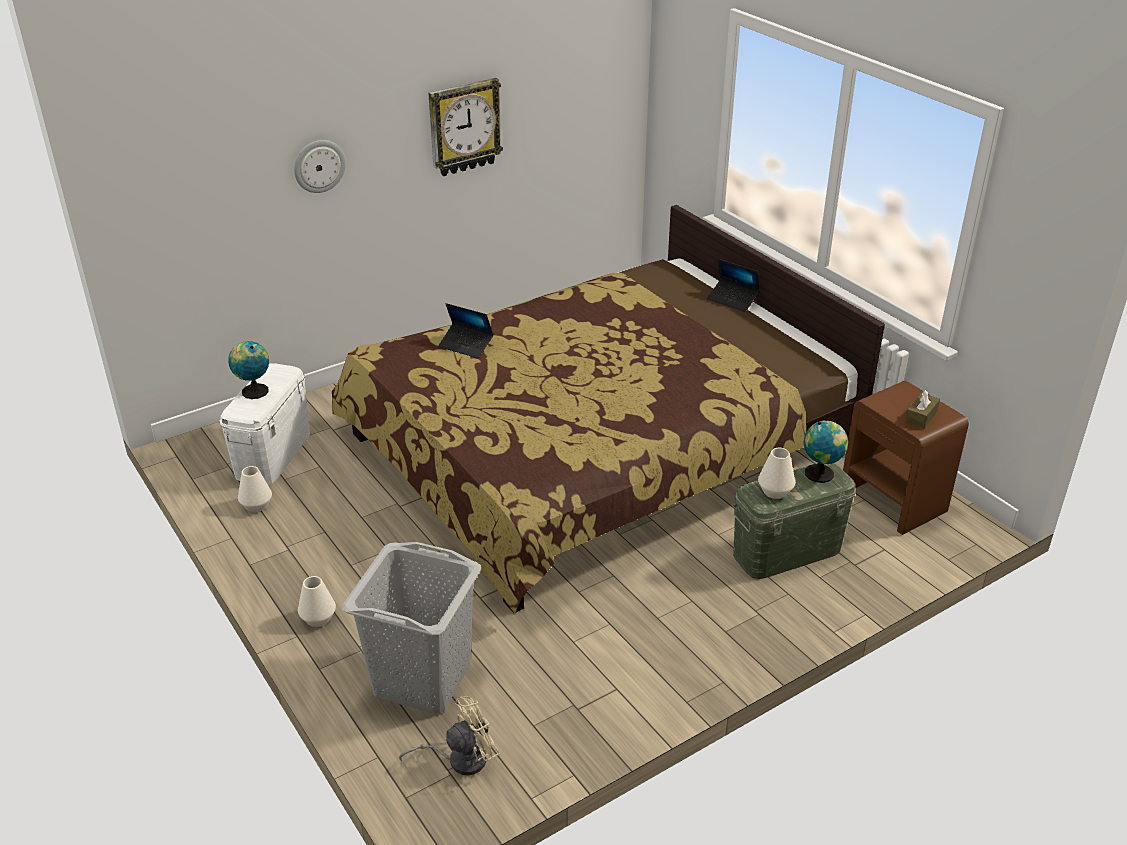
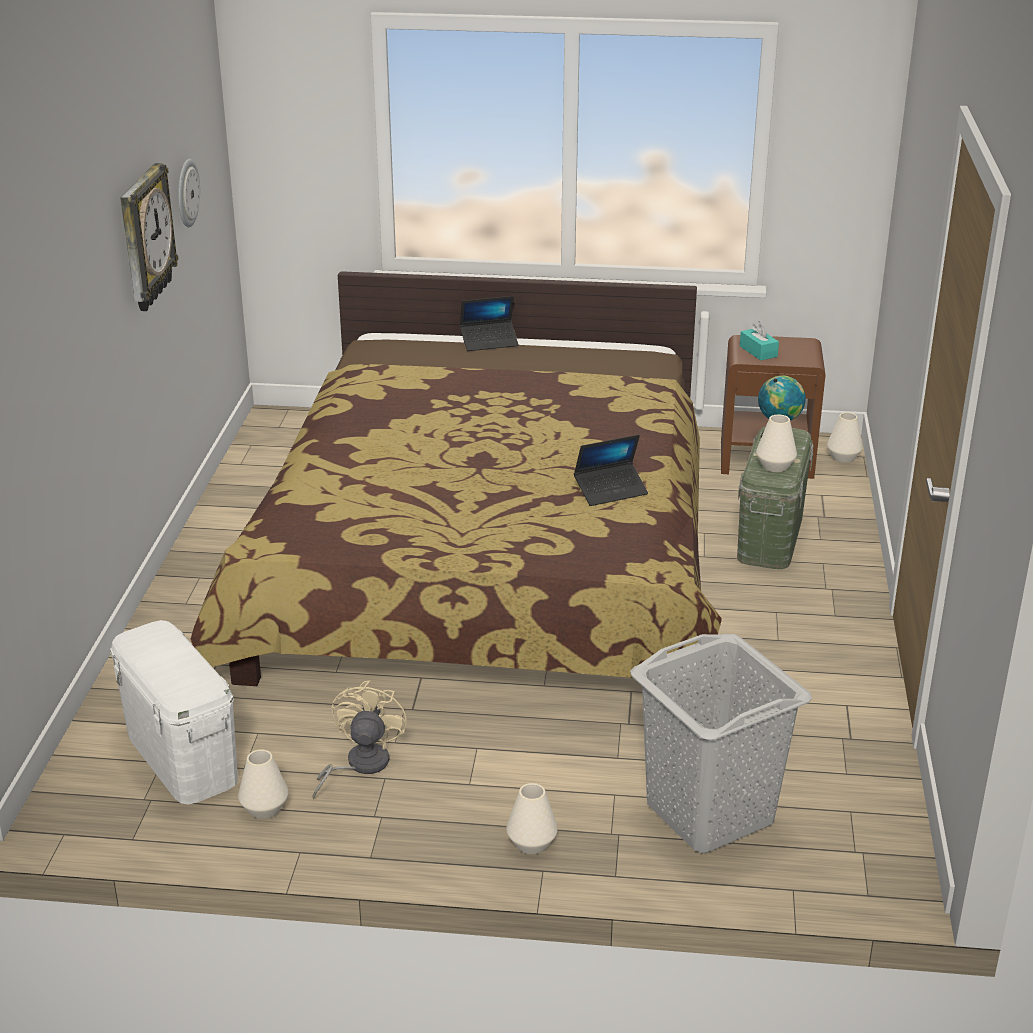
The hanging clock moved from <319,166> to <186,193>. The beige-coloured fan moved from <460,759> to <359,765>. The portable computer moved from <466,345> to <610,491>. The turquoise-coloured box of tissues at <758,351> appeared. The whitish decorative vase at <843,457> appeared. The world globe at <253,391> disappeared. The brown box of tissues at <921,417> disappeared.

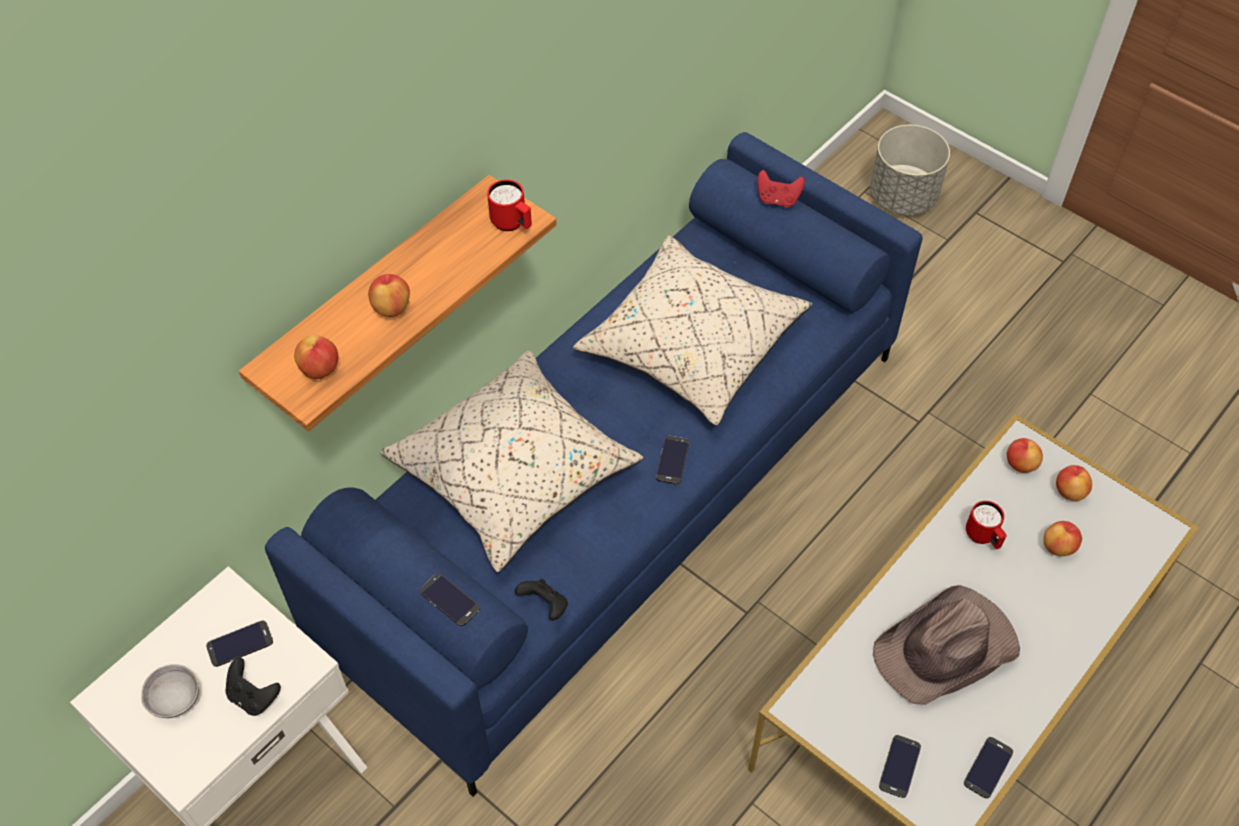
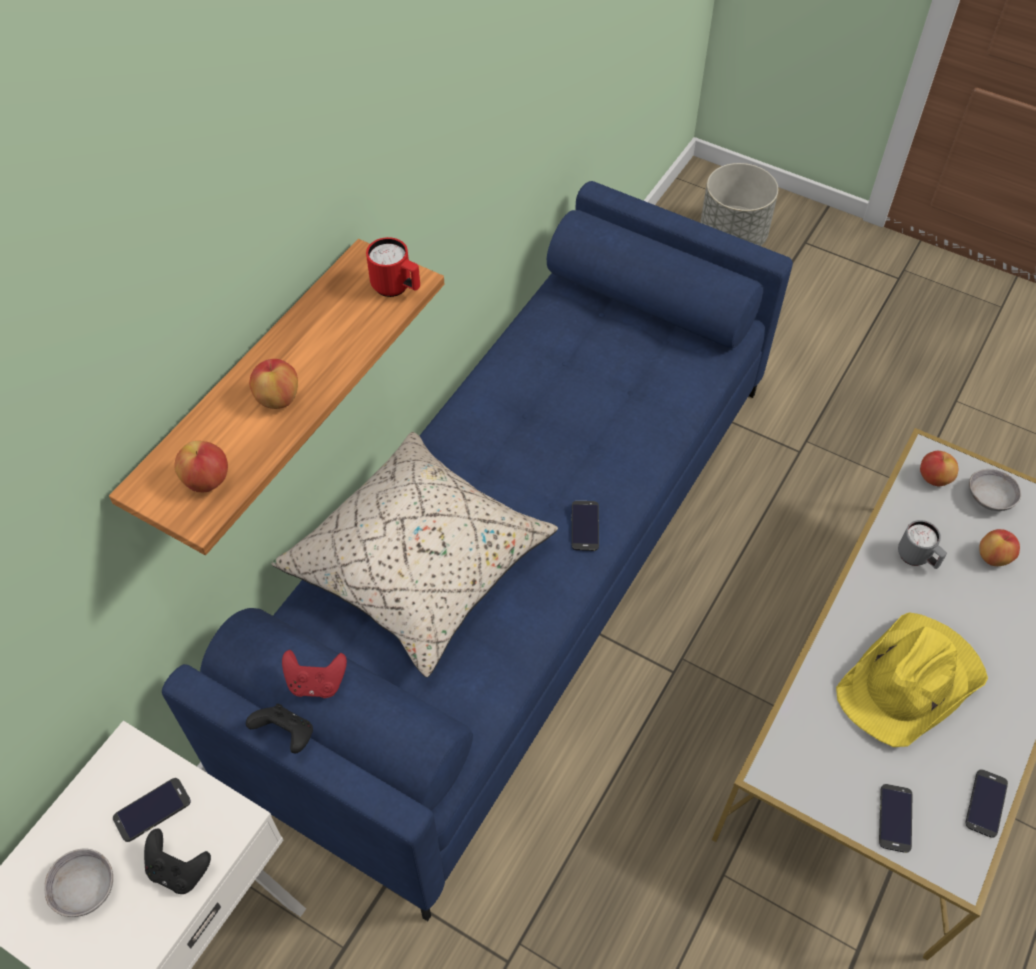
The black-coloured game controller moved from <545,606> to <286,735>. The red game controller moved from <778,199> to <316,683>. The brown clothing hat at <947,649> became the yellowish clothing hat at <911,682>. The red mug at <983,537> became the gray mug at <917,558>. The apple at <1069,491> was replaced by the gray serving bowl at <989,498>. The telephone at <450,600> disappeared. The beige-coloured pillow at <691,345> disappeared.

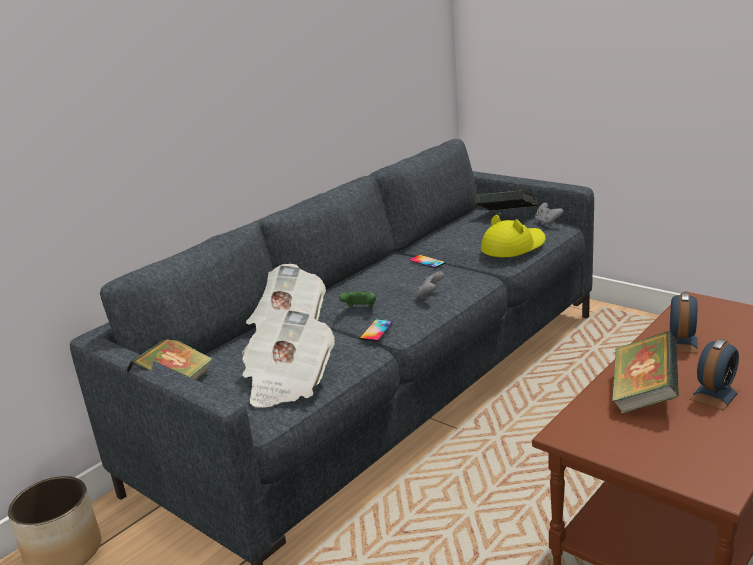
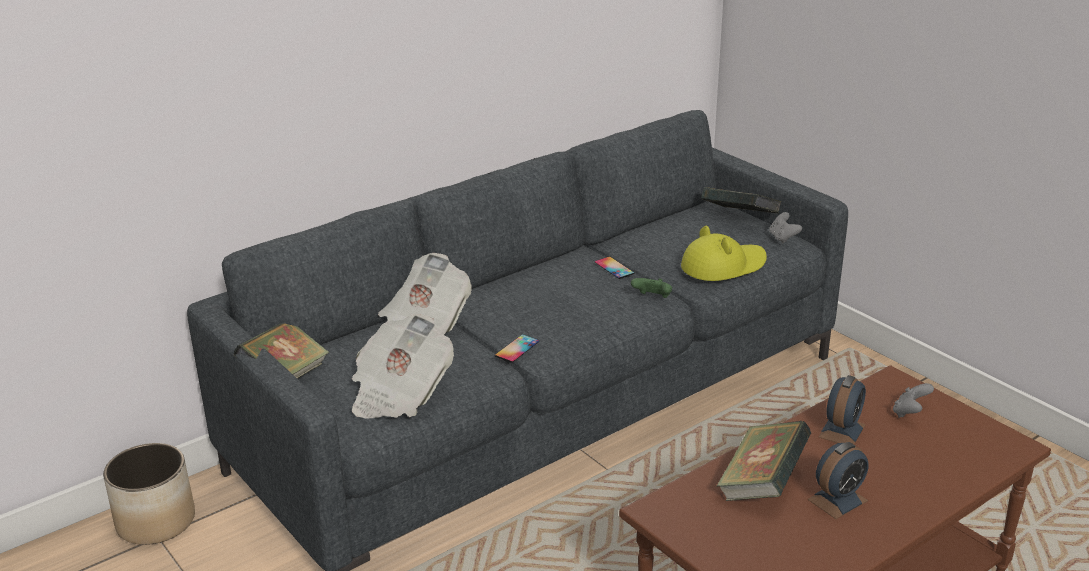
The green-coloured game controller moved from <360,309> to <652,298>. The gray game controller moved from <430,295> to <910,413>.

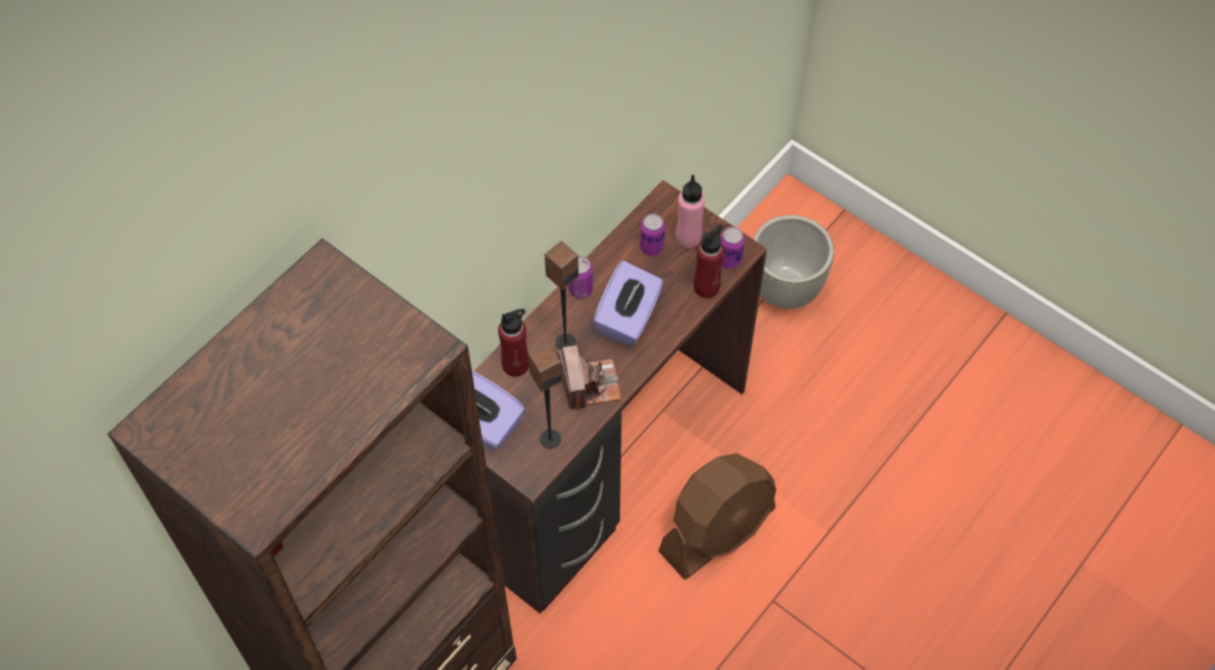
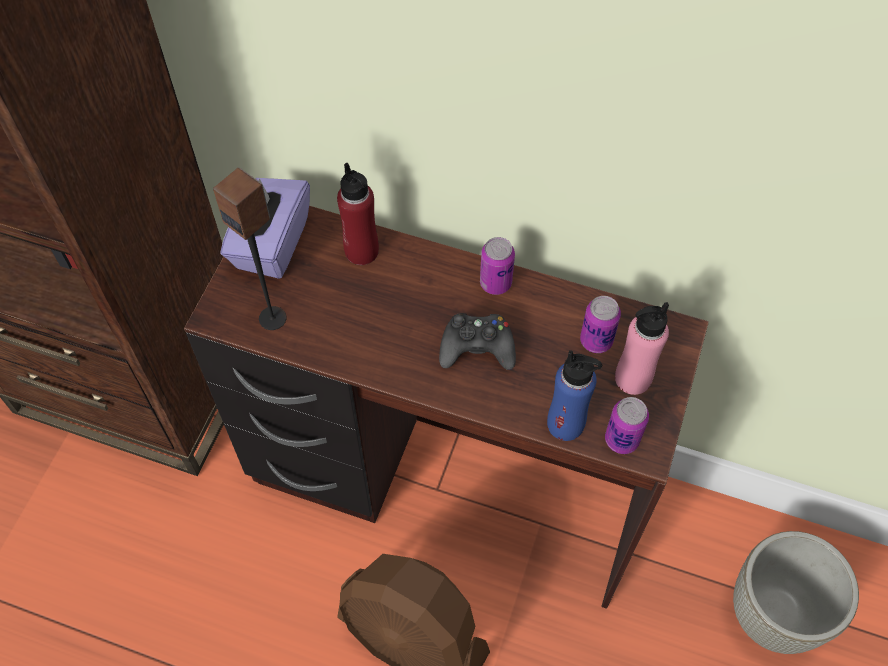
The purple box of tissues at <628,318> was replaced by the black-coloured game controller at <477,347>. The red drink bottle at <706,287> became the bluish drink bottle at <565,424>. The audio speaker at <565,342> disappeared. The photo camera at <589,384> disappeared.

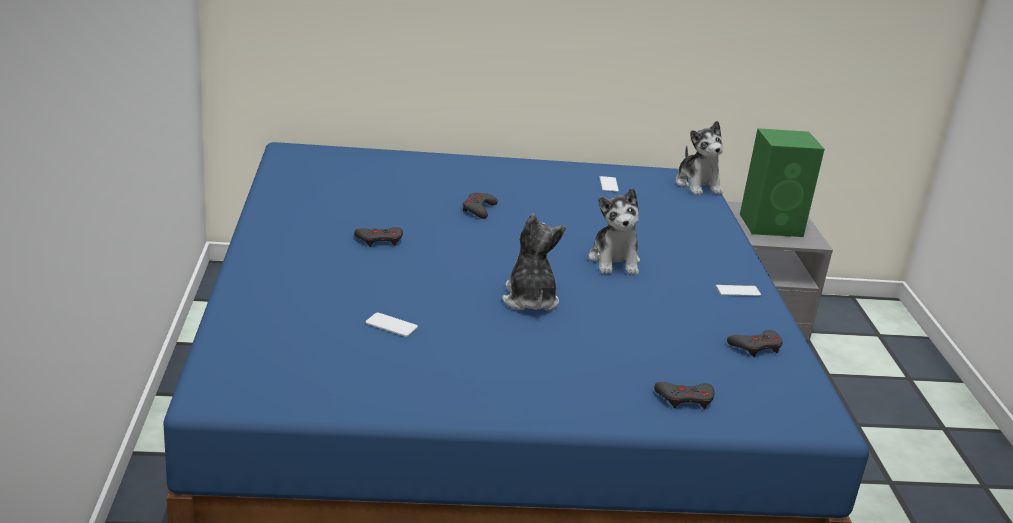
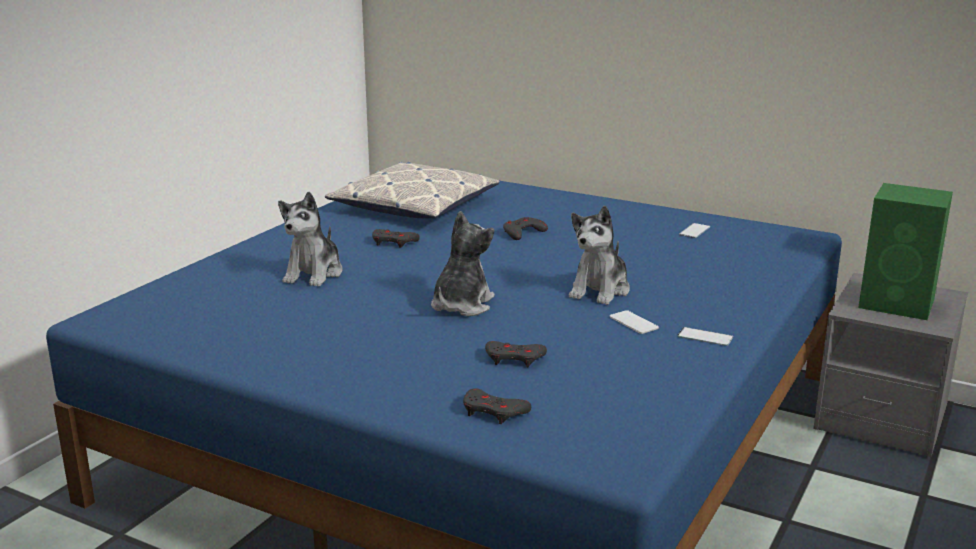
The soft toy moved from <698,185> to <314,274>. The pillow at <414,205> appeared. The gray game controller moved from <756,347> to <514,358>. The telephone moved from <391,325> to <633,323>.

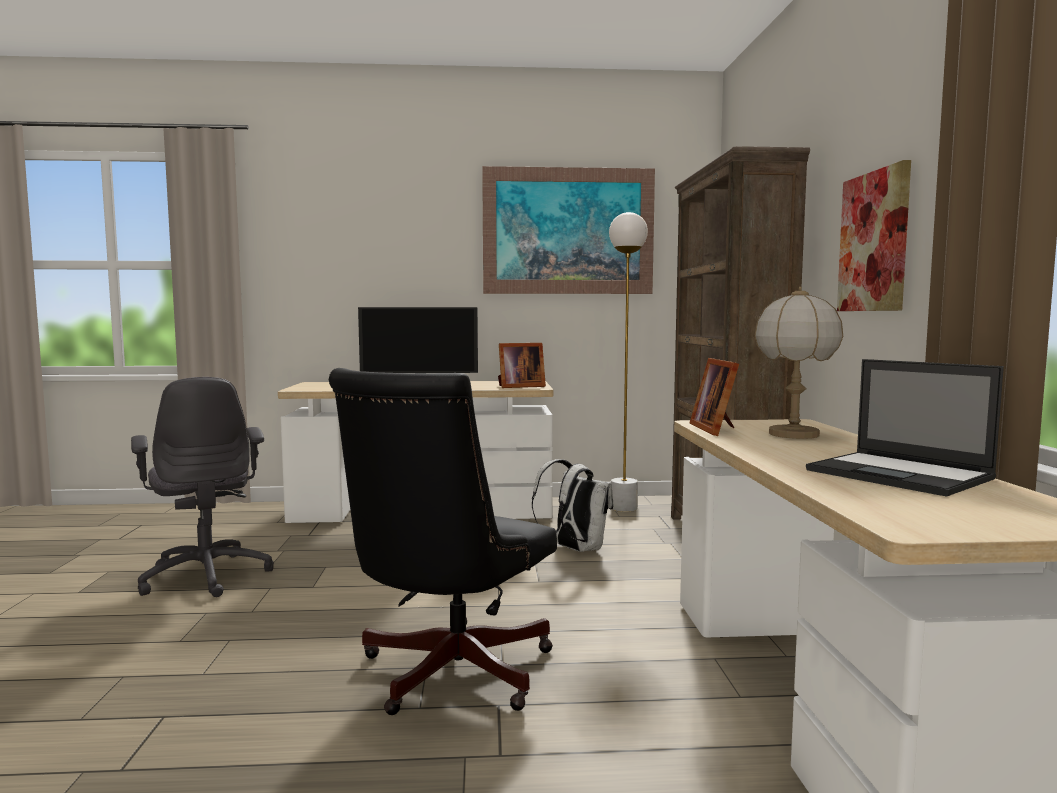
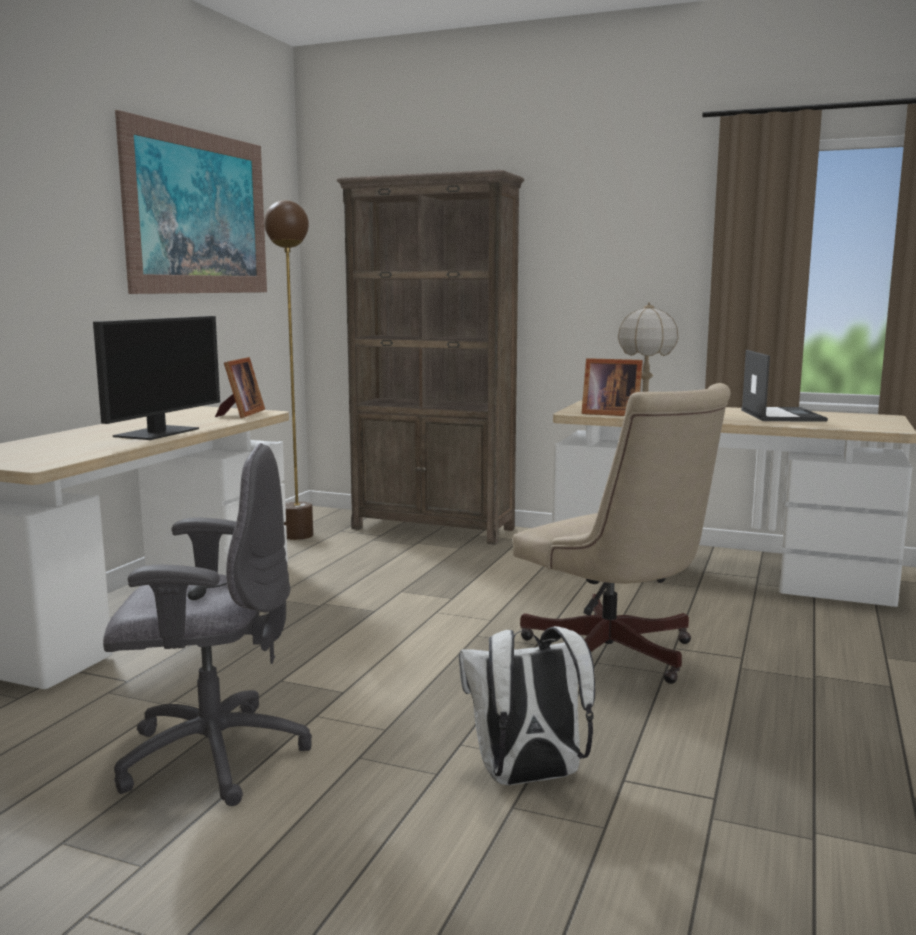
The whitish floor lamp at <624,508> became the brown floor lamp at <298,536>. The whitish knapsack moved from <574,549> to <527,778>. The black-coloured desk chair at <447,675> became the beige-coloured desk chair at <616,657>. The portable computer at <900,475> turned 75 degrees counterclockwise. The wall art at <874,242> disappeared.

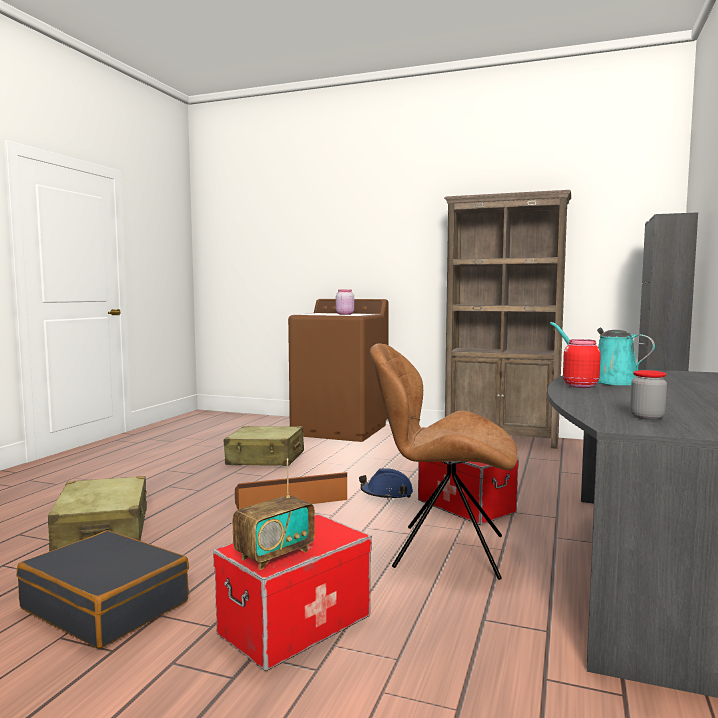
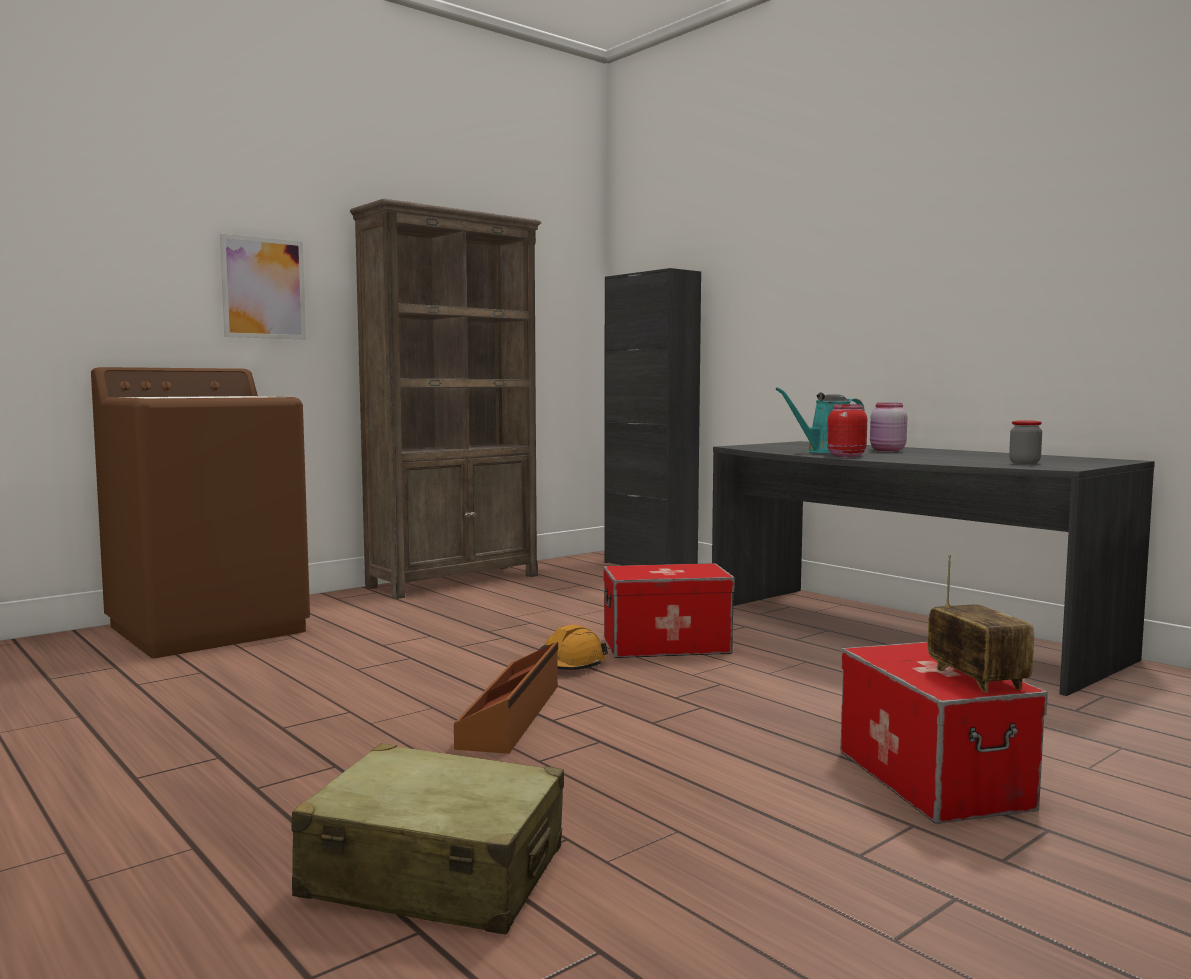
The wall art at <263,288> appeared. The bluish hard hat at <386,494> became the orange-coloured hard hat at <569,666>. The pink storage jar moved from <344,314> to <886,450>. The black-coloured travel case at <106,605> disappeared. The beige-coloured travel case at <265,458> disappeared. The brown plain chair at <444,550> disappeared.

